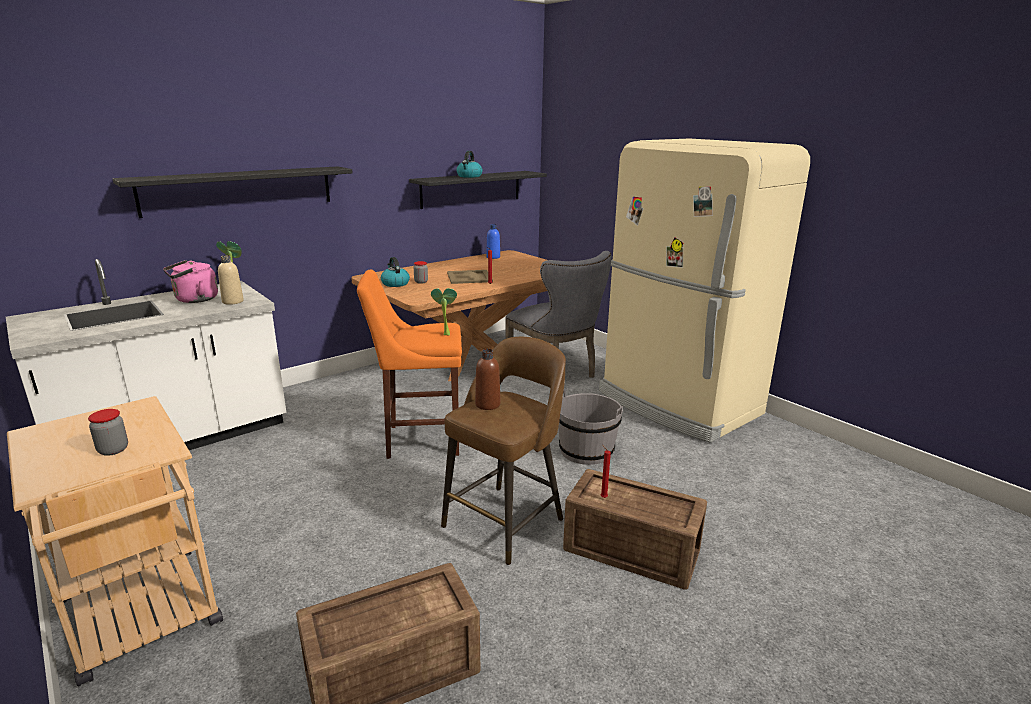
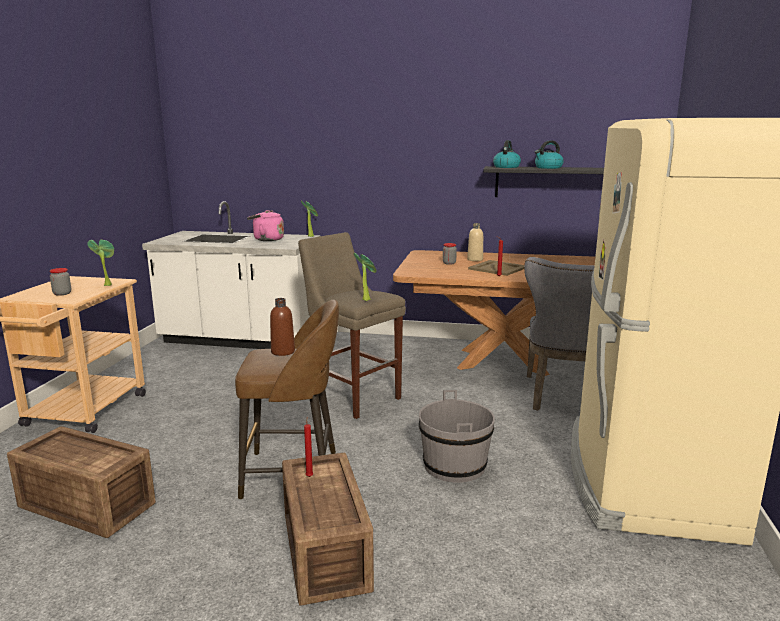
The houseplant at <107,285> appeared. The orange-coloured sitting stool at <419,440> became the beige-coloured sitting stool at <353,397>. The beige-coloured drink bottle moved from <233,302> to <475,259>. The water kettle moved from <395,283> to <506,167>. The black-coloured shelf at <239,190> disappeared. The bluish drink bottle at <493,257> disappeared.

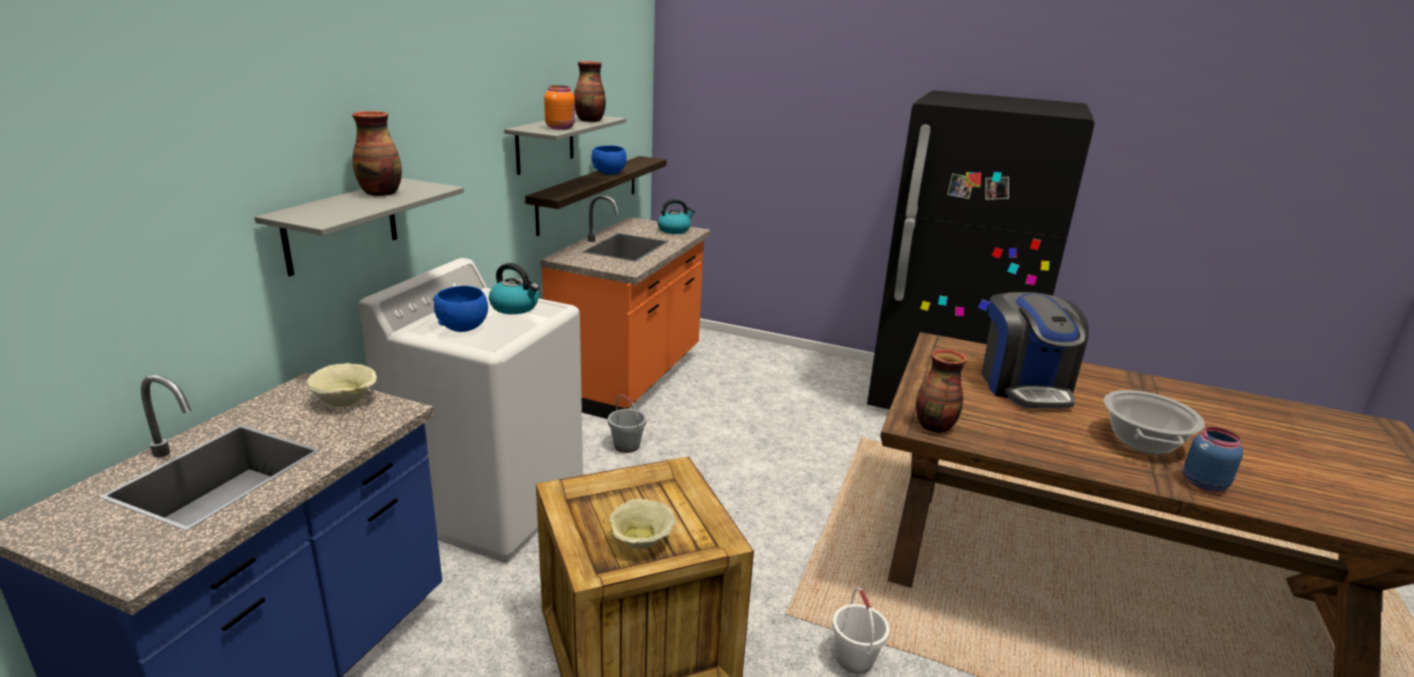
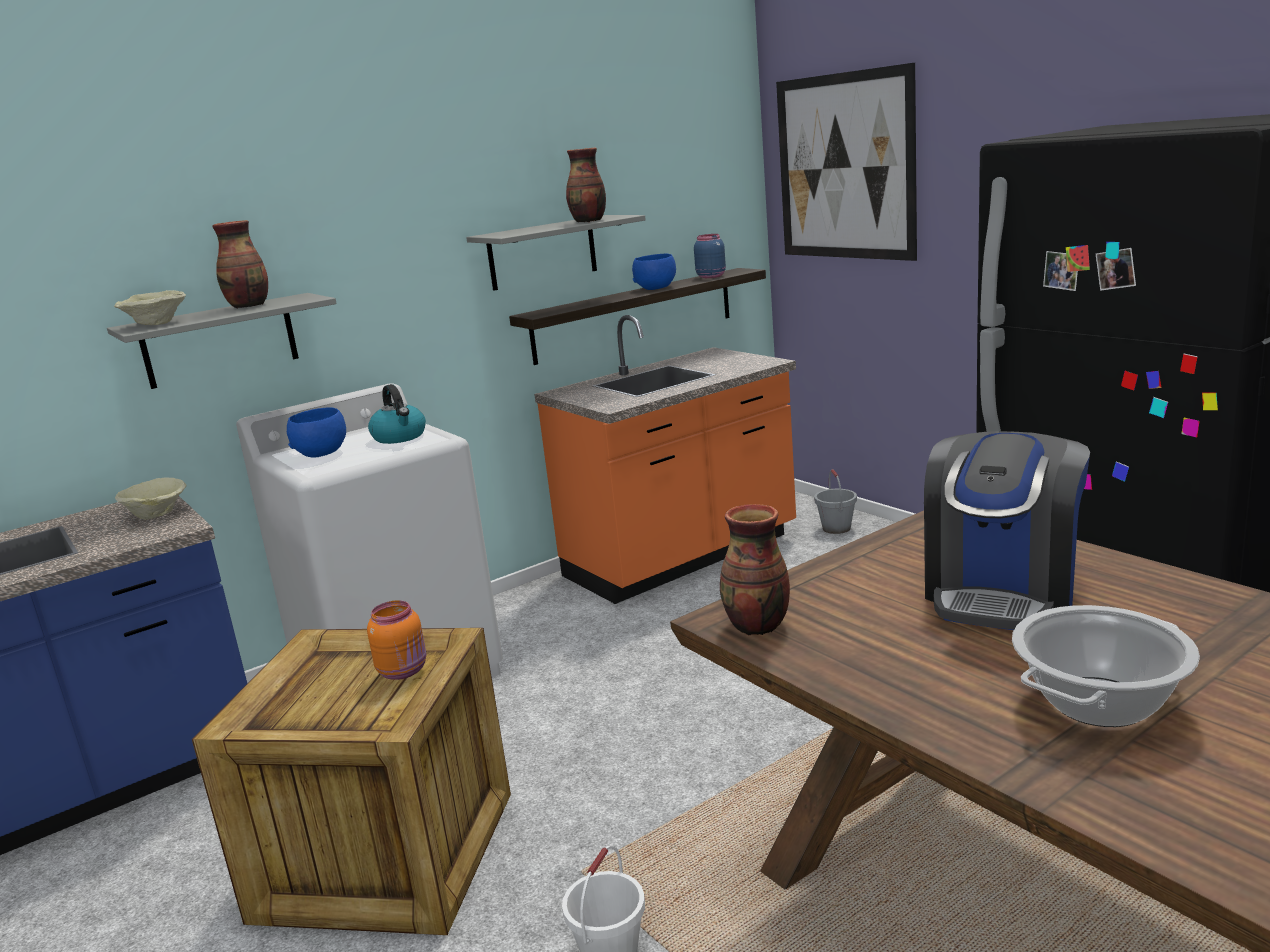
The beige-coloured serving bowl moved from <641,542> to <155,324>. The orange-coloured storage jar moved from <561,128> to <404,671>. The bluish storage jar moved from <1202,483> to <710,276>. The wall art at <844,167> appeared. The gray water bucket moved from <626,446> to <836,528>. The water kettle at <674,230> disappeared.

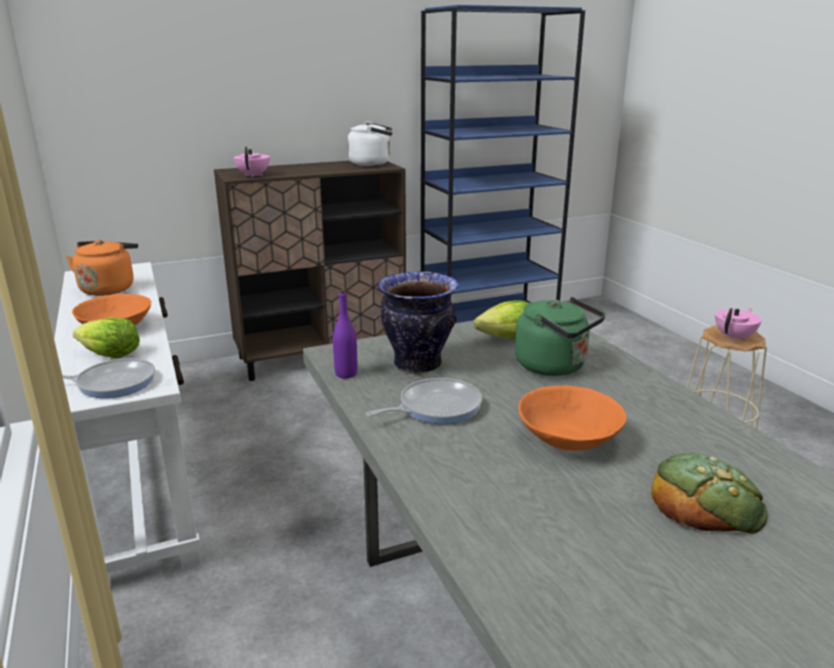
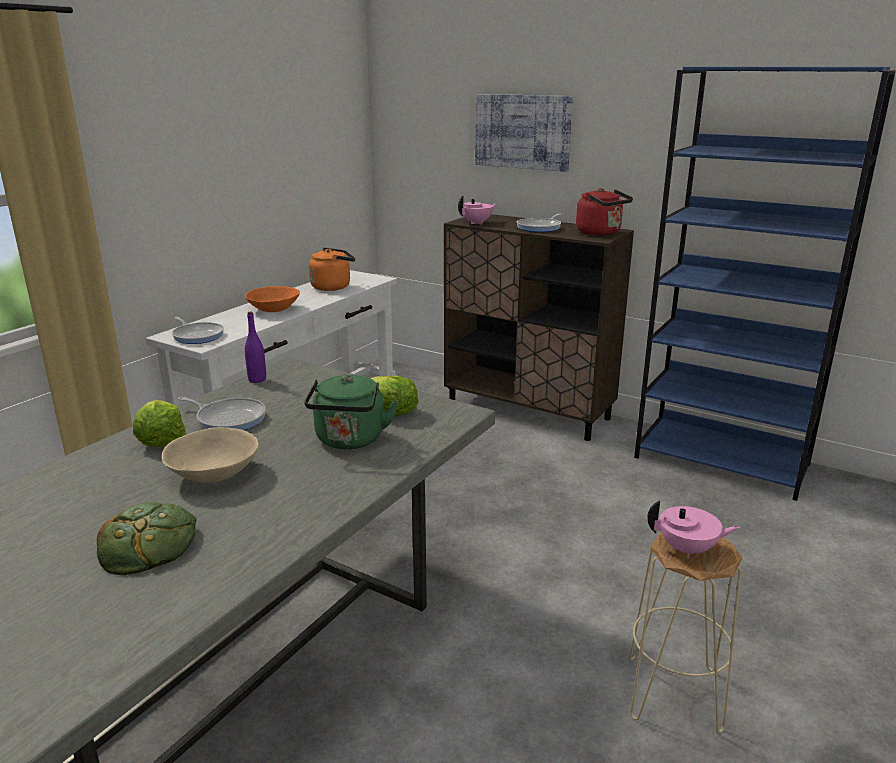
The lettuce head moved from <110,354> to <161,439>. The orange-coloured serving bowl at <568,440> became the beige-coloured serving bowl at <213,474>. The wall art at <522,131> appeared. The pan at <540,228> appeared. The whitish water kettle at <372,164> became the red water kettle at <600,233>. The decorative vase at <417,364> disappeared.

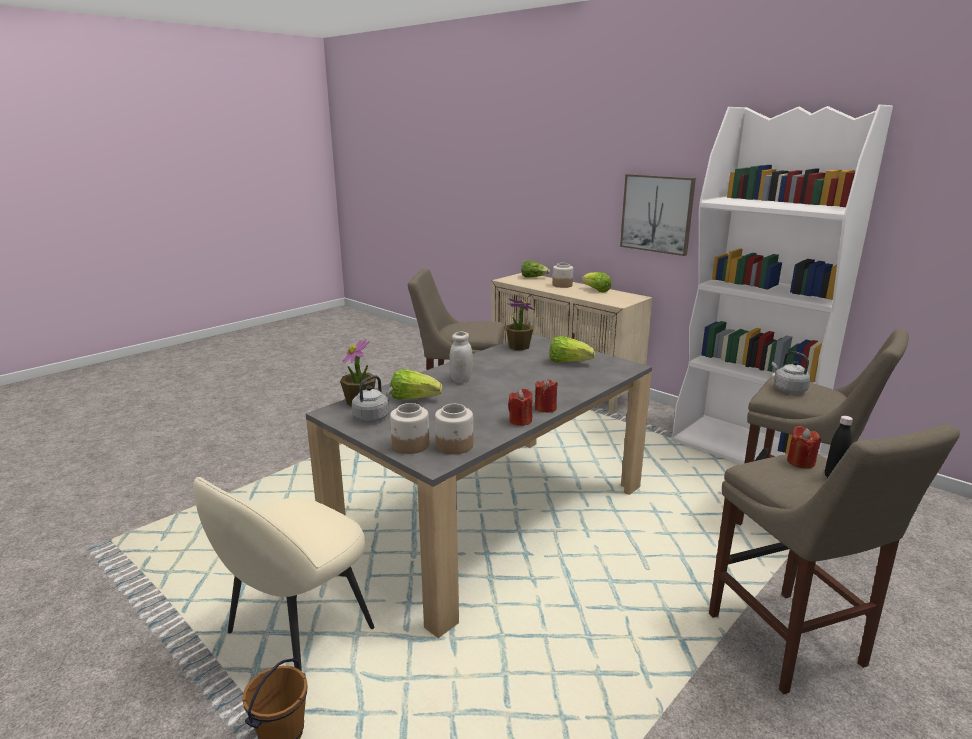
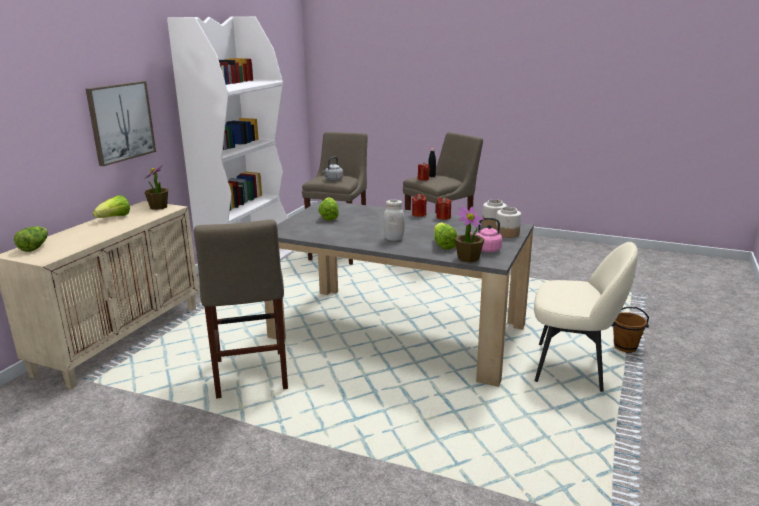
The houseplant moved from <519,347> to <158,207>. The gray water kettle at <373,417> became the pink water kettle at <485,249>. The storage jar at <562,285> disappeared.

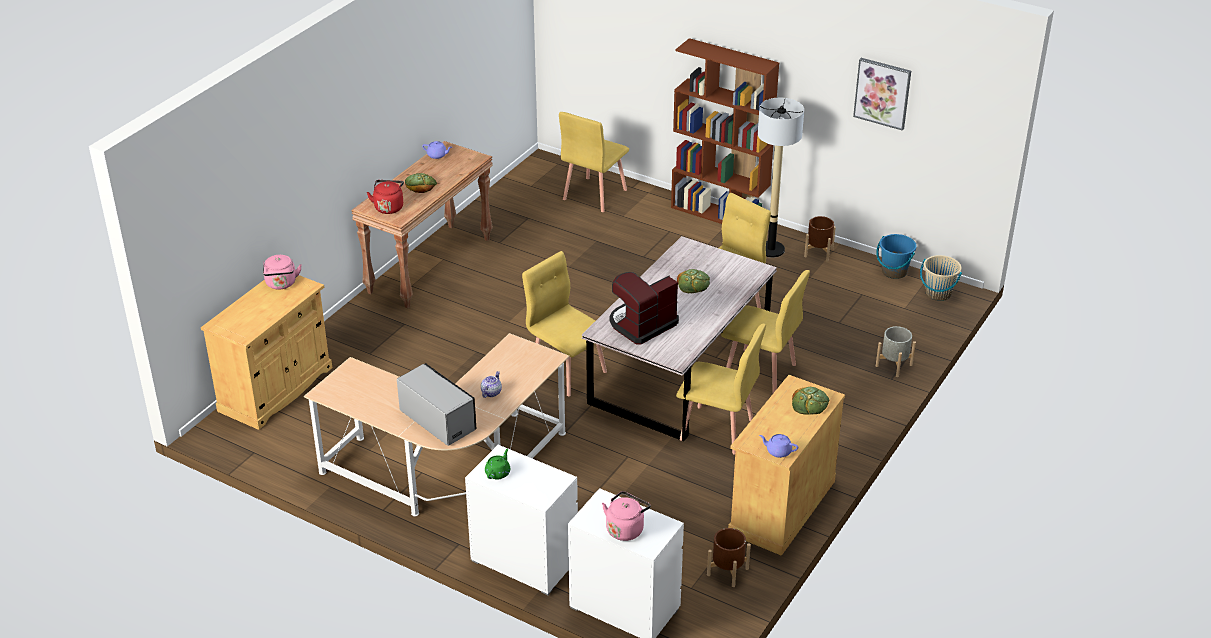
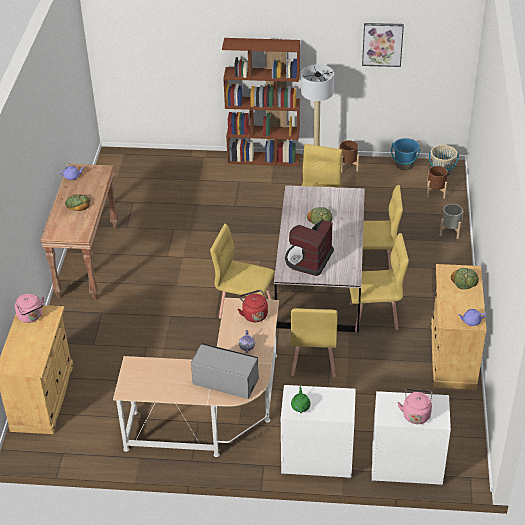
The red water kettle moved from <389,207> to <254,314>. The yellowish plain chair moved from <594,194> to <313,360>. The brown plant pot moved from <728,571> to <435,192>.

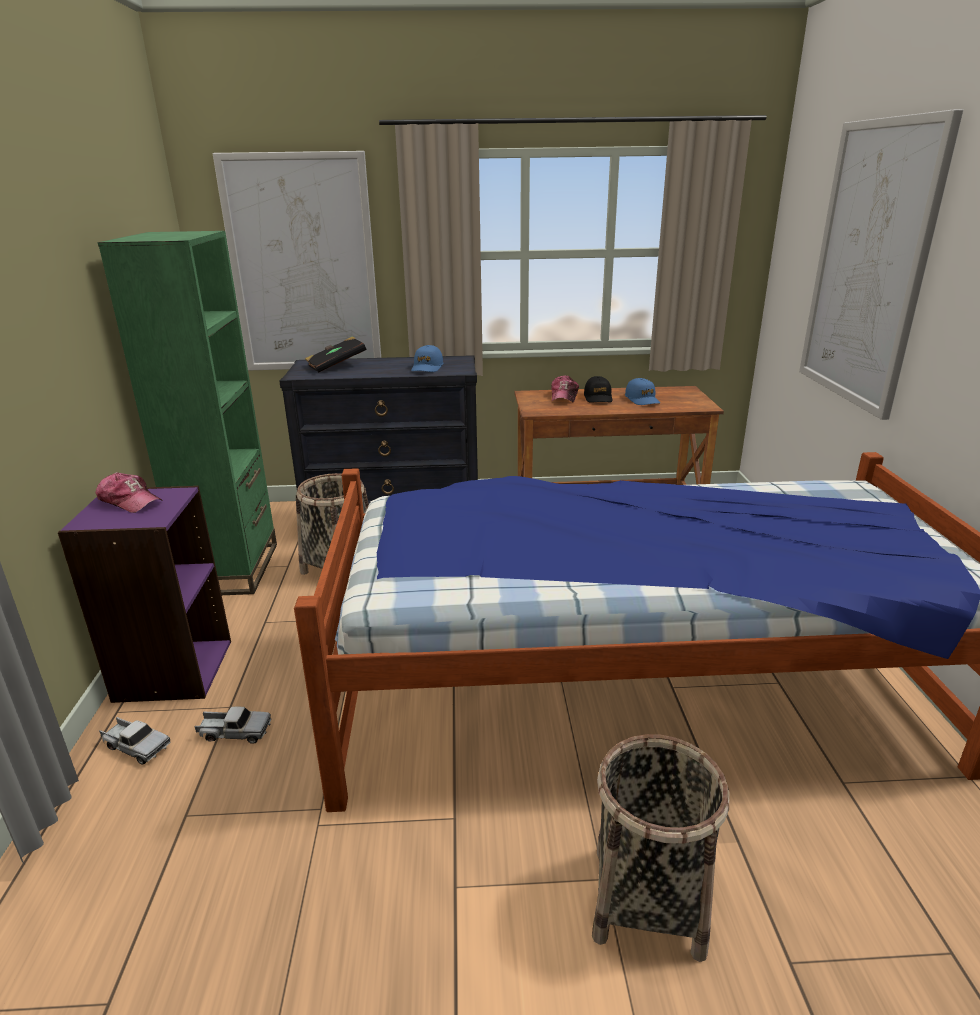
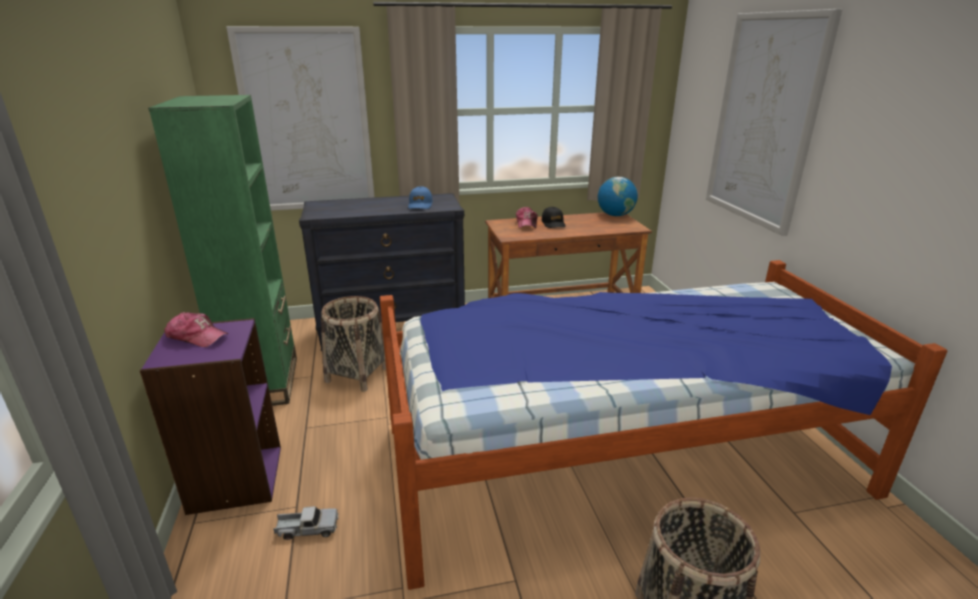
The world globe at <615,215> appeared. The toy lorry at <136,746> disappeared. The black-coloured bound book at <336,366> disappeared. The bluish cap at <642,399> disappeared.

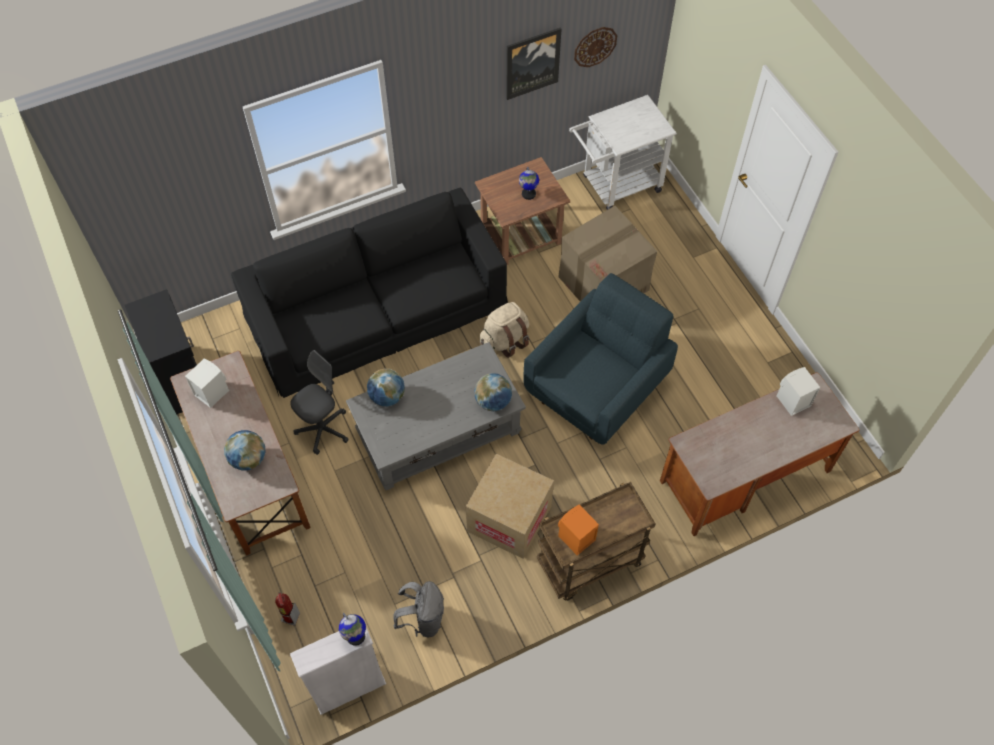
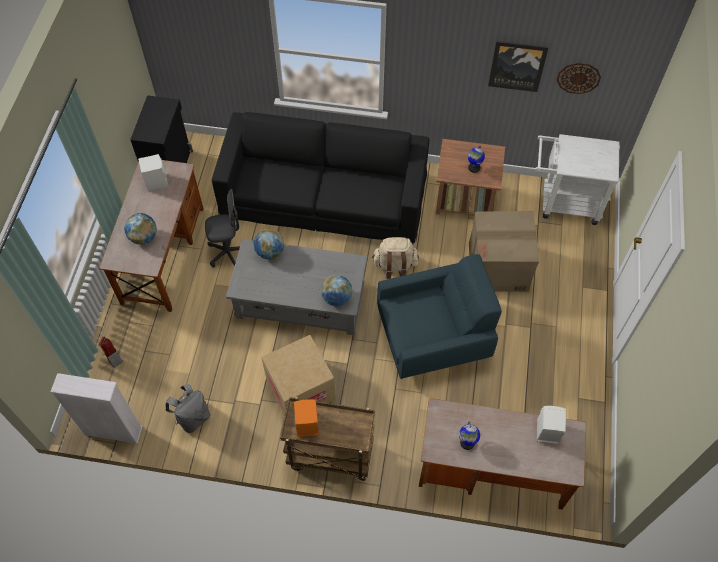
The world globe moved from <355,636> to <467,443>.

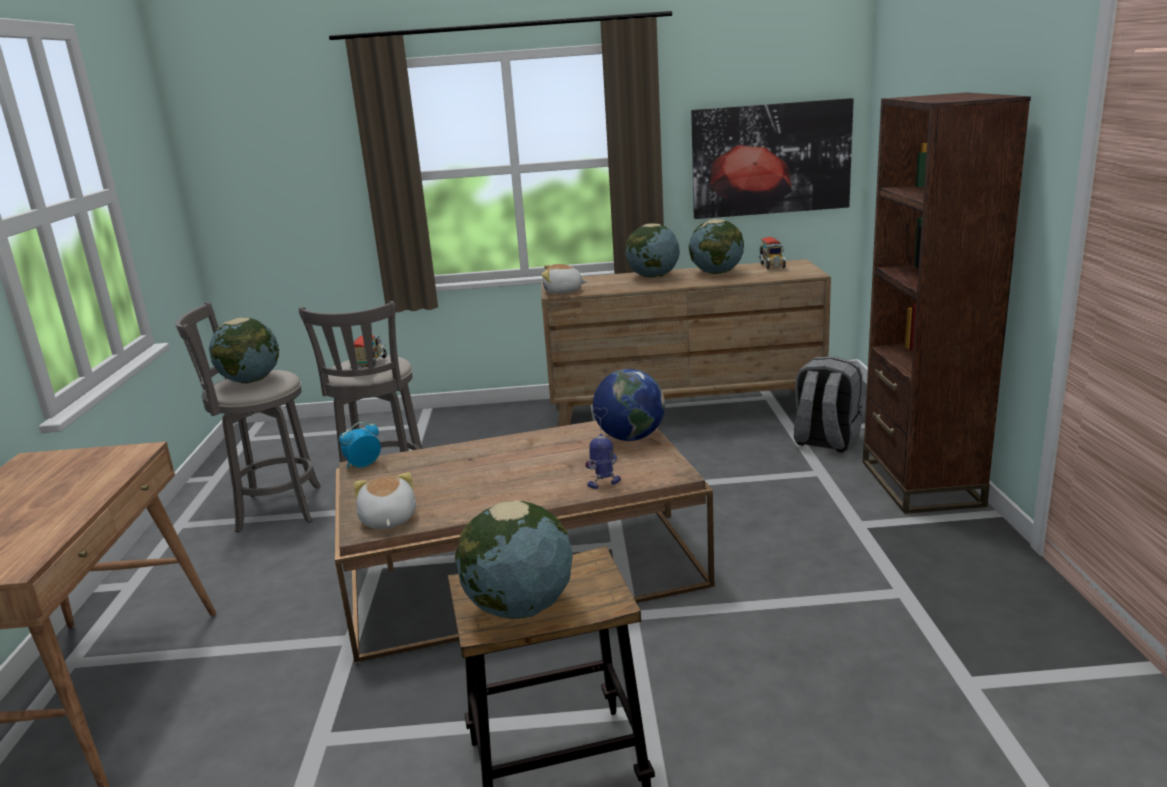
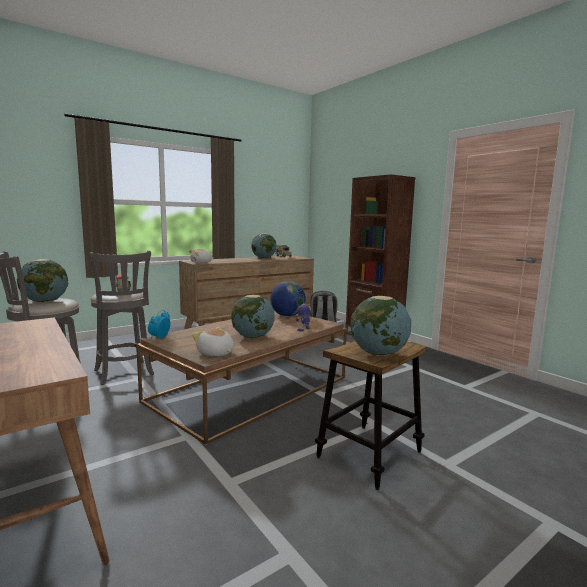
The world globe moved from <653,277> to <253,337>. The wall art at <771,159> disappeared.

